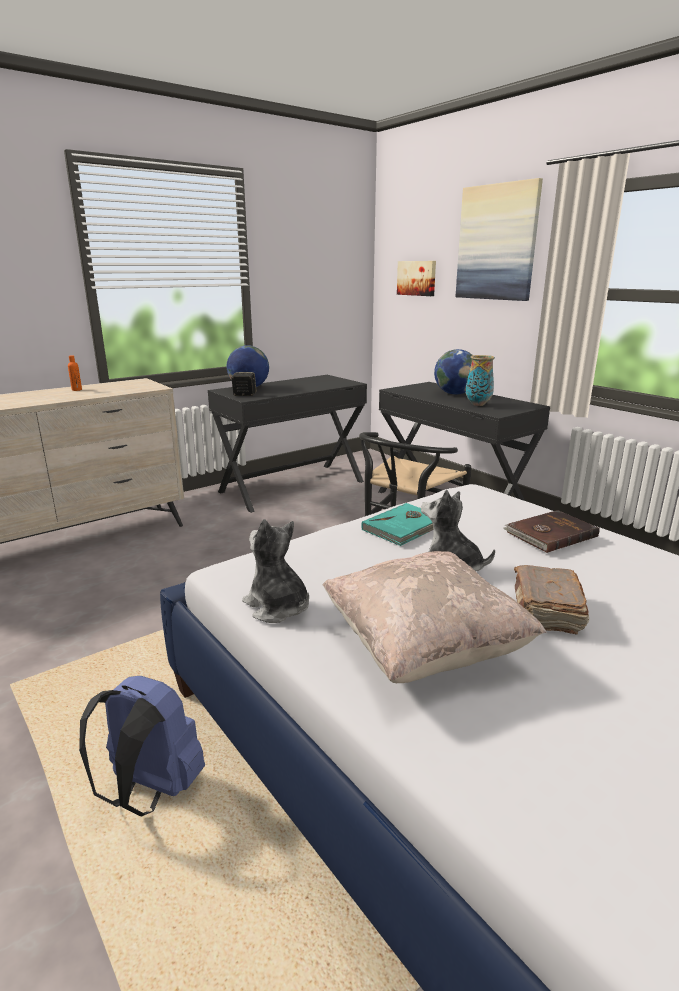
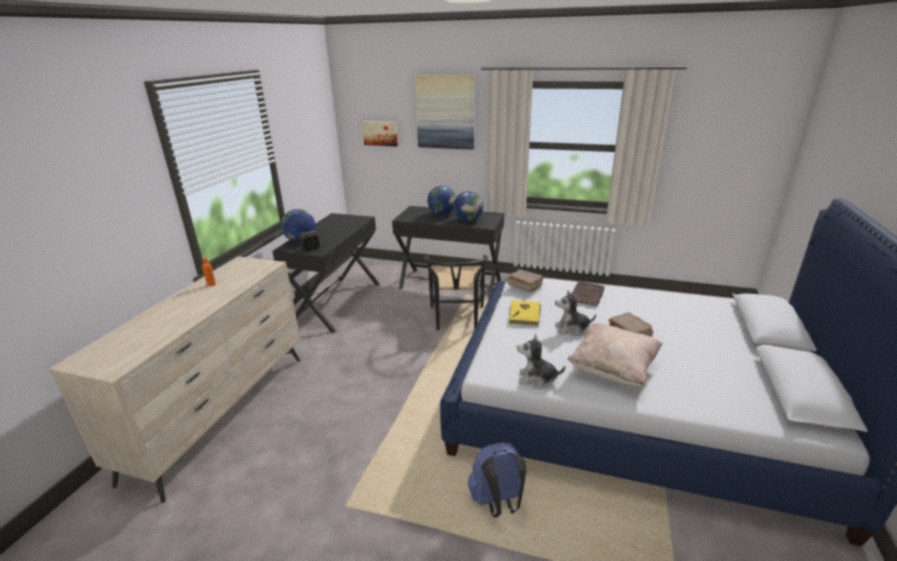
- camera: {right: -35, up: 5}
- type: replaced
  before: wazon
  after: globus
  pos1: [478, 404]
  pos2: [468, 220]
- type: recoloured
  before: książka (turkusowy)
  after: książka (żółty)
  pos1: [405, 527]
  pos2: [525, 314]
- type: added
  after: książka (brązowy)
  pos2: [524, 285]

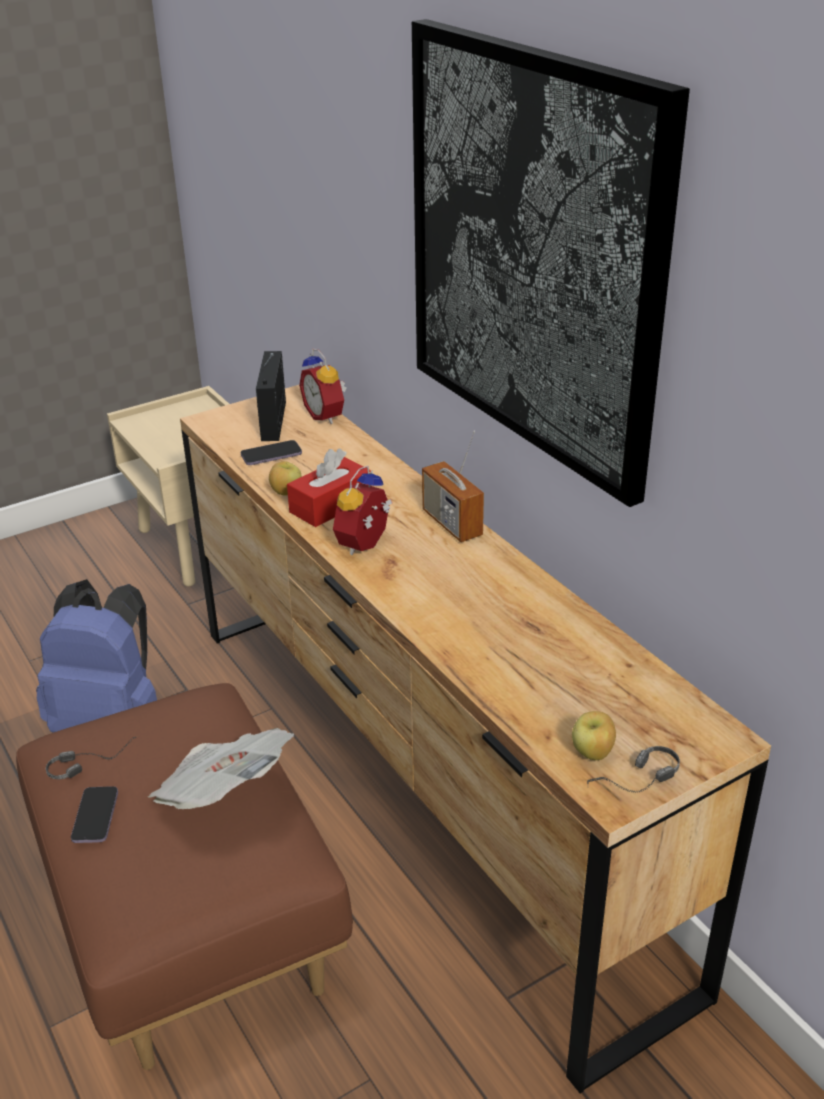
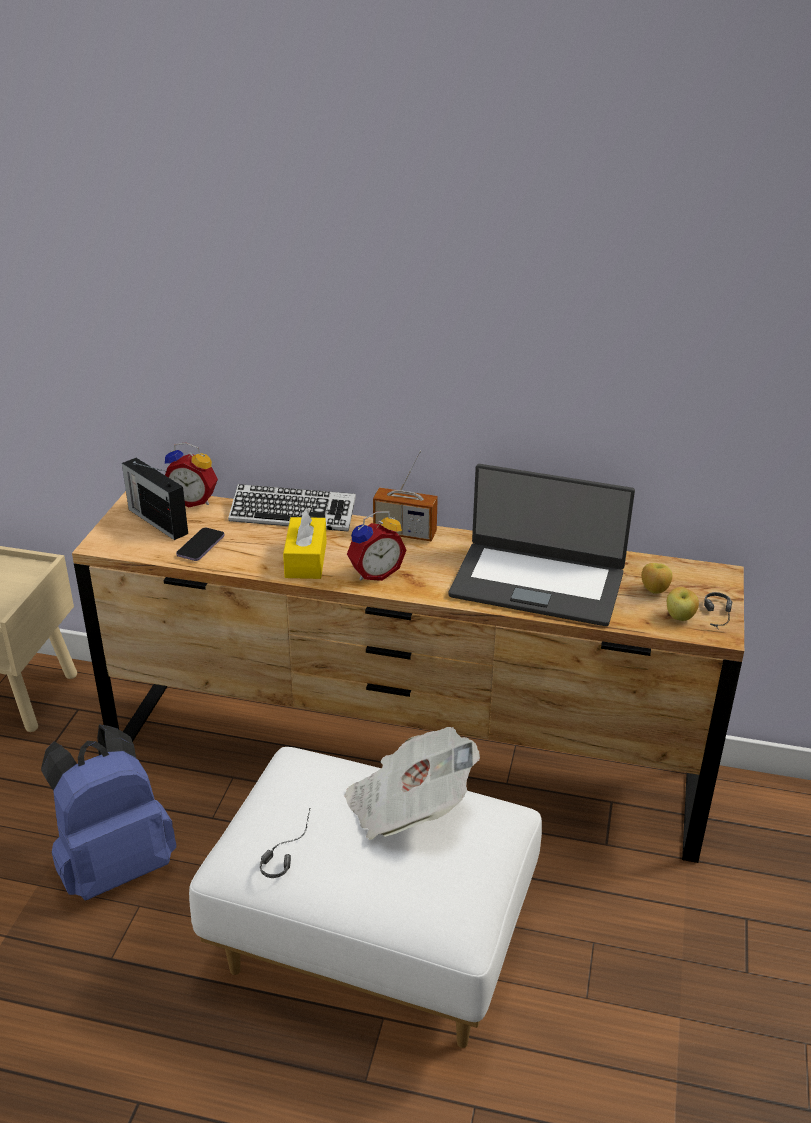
- camera: {right: -45, up: 0}
- type: removed
  before: obraz
  pos1: [533, 254]
- type: recoloured
  before: pudełko chusteczek (czerwony)
  after: pudełko chusteczek (żółty)
  pos1: [331, 505]
  pos2: [306, 559]
- type: moved
  before: jabłko
  pos1: [286, 493]
  pos2: [654, 590]
- type: turned
  before: budzik
  pos1: [367, 545]
  pos2: [374, 573]
  turn: -105
- type: recoloured
  before: pufa (brązowy)
  after: pufa (biały)
  pos1: [188, 924]
  pos2: [370, 948]
- type: removed
  before: telefon
  pos1: [95, 816]
- type: added
  after: laptop
  pos2: [537, 583]
- type: added
  after: klawiatura
  pos2: [293, 515]

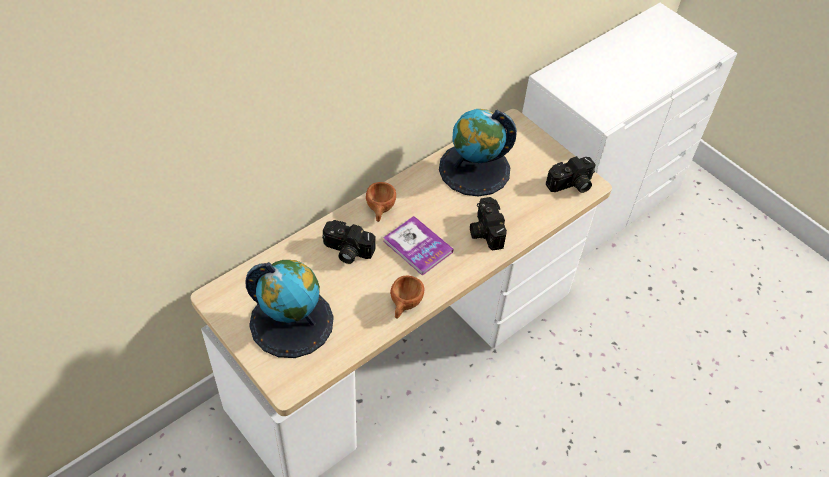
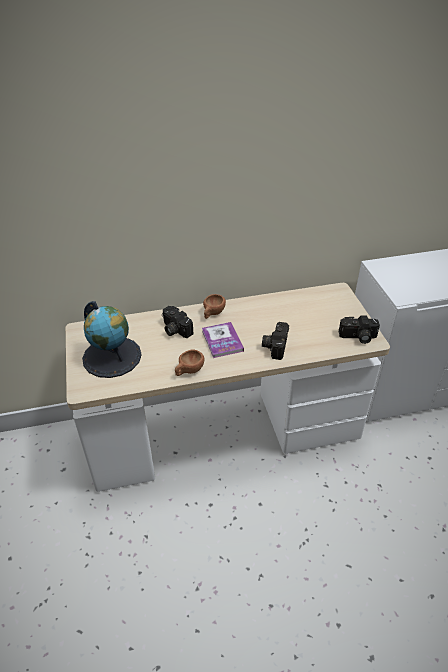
- camera: {right: 30, up: -10}
- type: removed
  before: globus
  pos1: [474, 169]

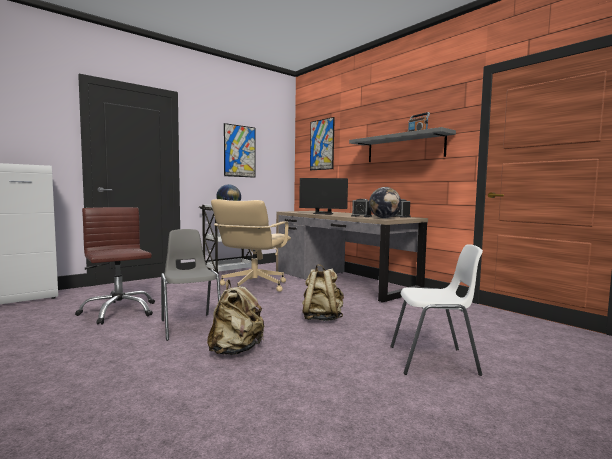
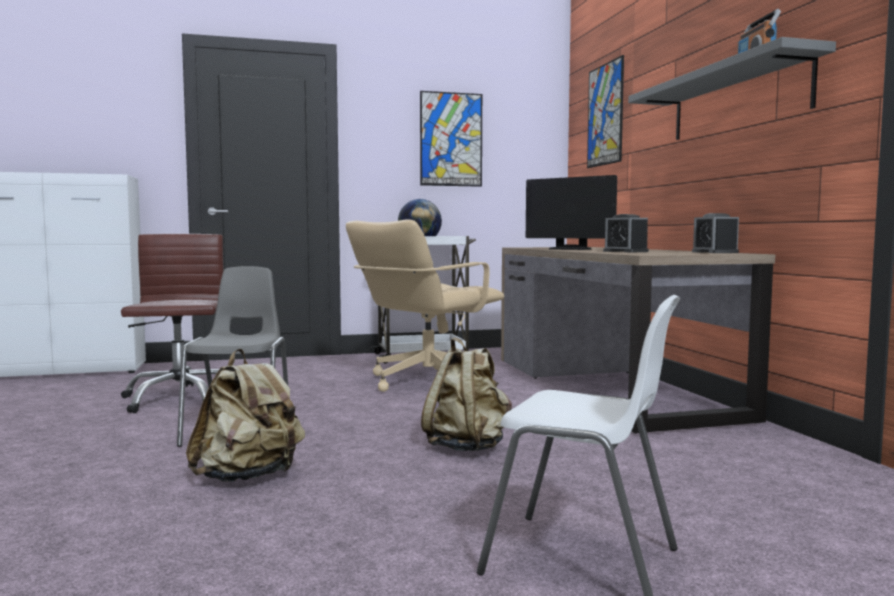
- camera: {right: 25, up: 0}
- type: removed
  before: globus
  pos1: [384, 218]

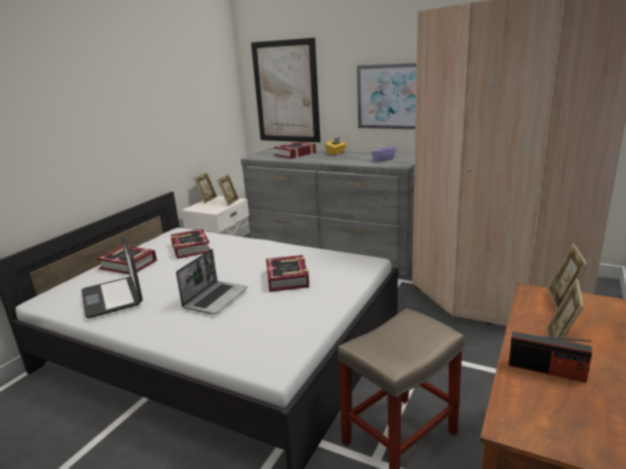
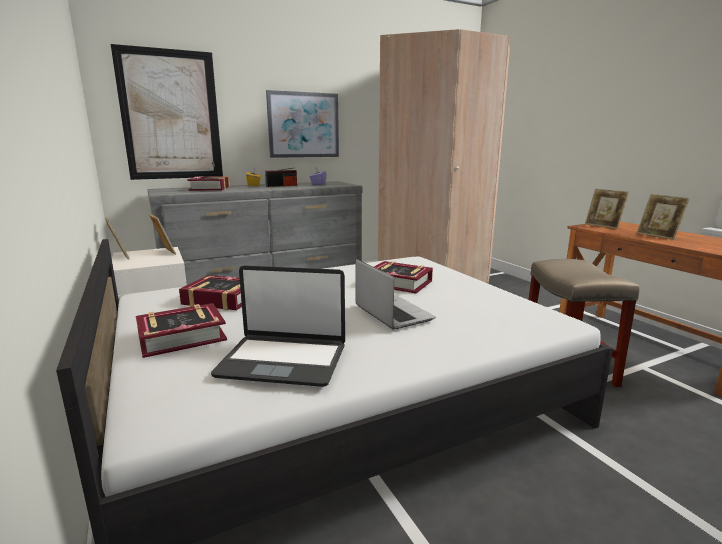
- camera: {right: -55, up: -5}
- type: moved
  before: radio
  pos1: [546, 370]
  pos2: [281, 186]

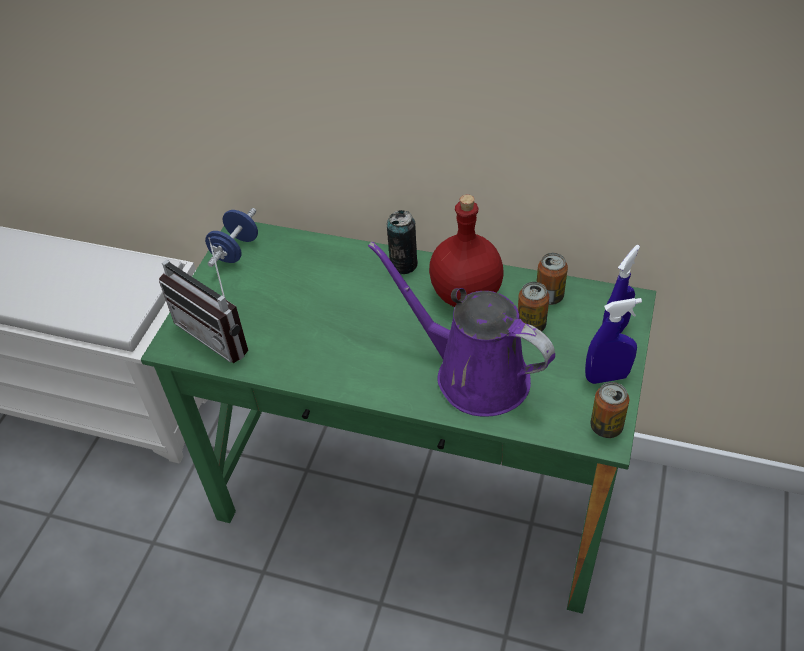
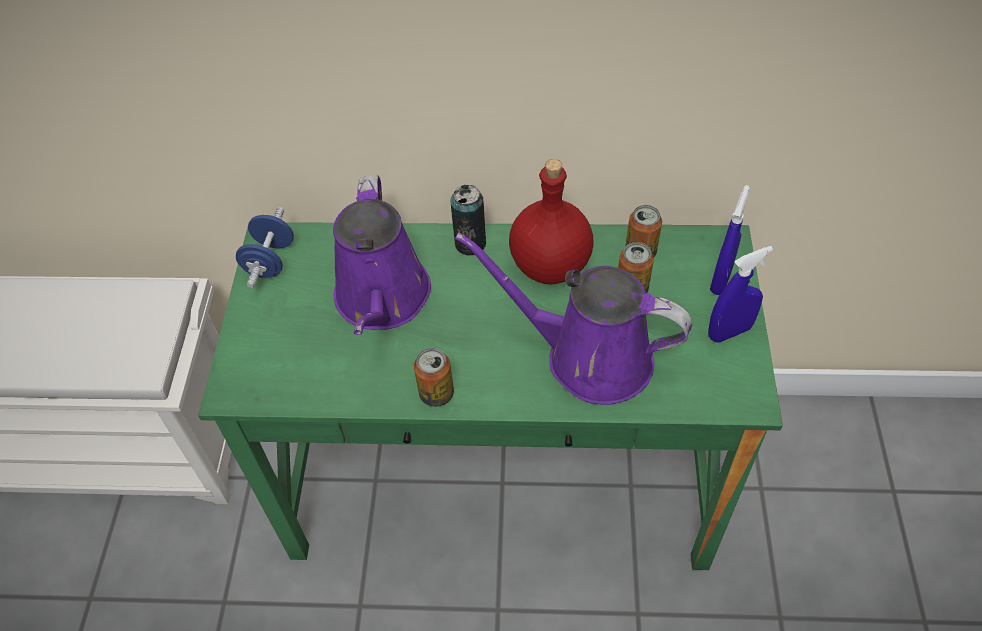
- camera: {right: -15, up: 5}
- type: removed
  before: radio
  pos1: [220, 332]
- type: moved
  before: puszka
  pos1: [606, 427]
  pos2: [436, 394]
- type: added
  after: konewka (fioletowy)
  pos2: [382, 300]

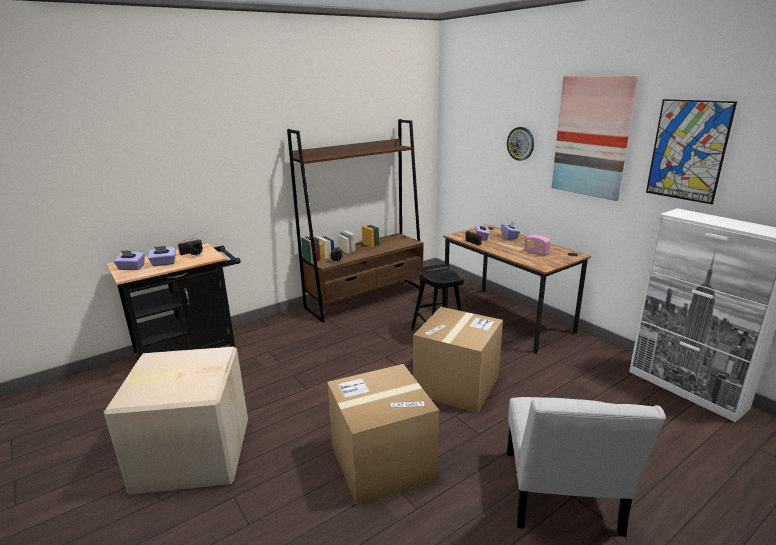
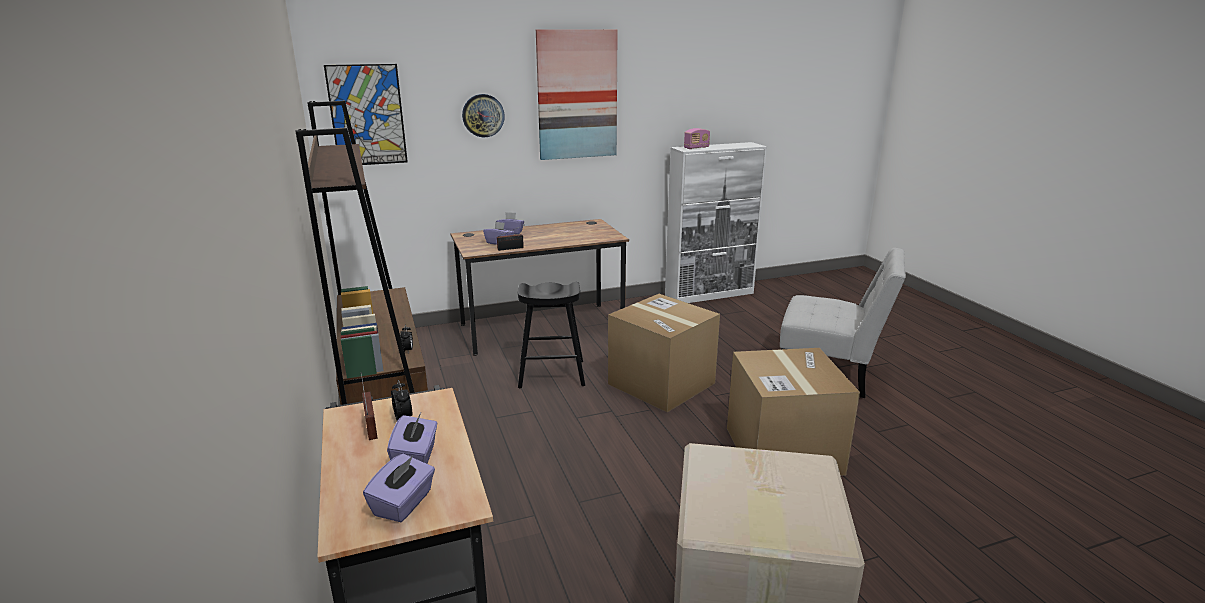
- camera: {right: -75, up: 0}
- type: moved
  before: obraz
  pos1: [688, 150]
  pos2: [367, 115]
- type: moved
  before: radio
  pos1: [536, 253]
  pos2: [696, 148]

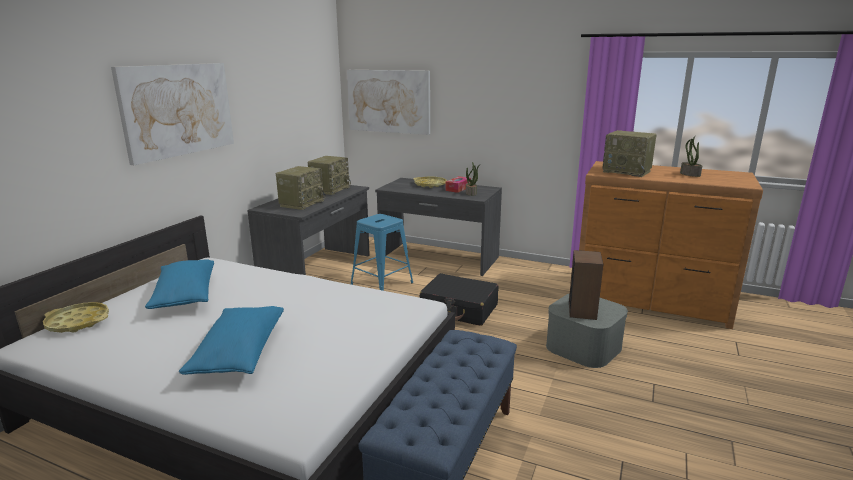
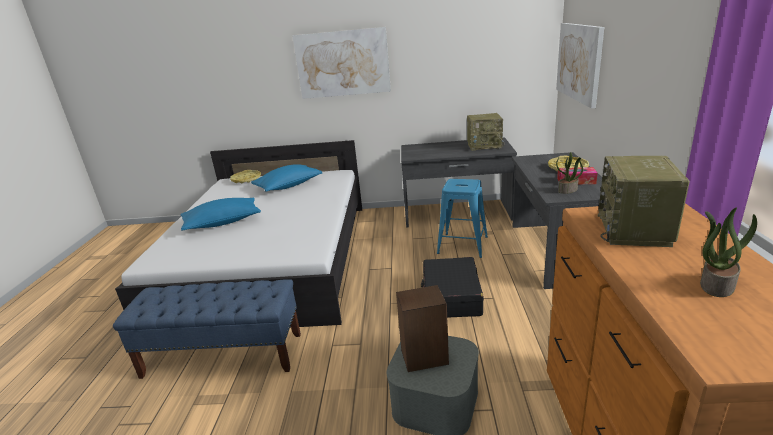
- camera: {right: 70, up: 5}
- type: removed
  before: radio
  pos1: [301, 203]

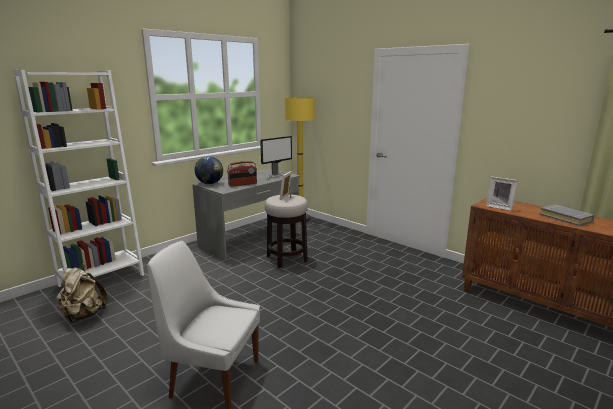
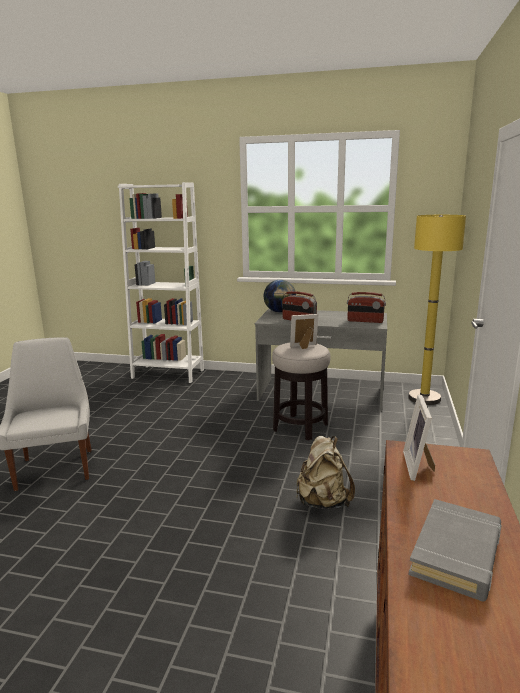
- camera: {right: 60, up: 0}
- type: replaced
  before: monitor
  after: radio
  pos1: [276, 174]
  pos2: [365, 321]
- type: moved
  before: plecak (beżowy)
  pos1: [83, 316]
  pos2: [323, 502]

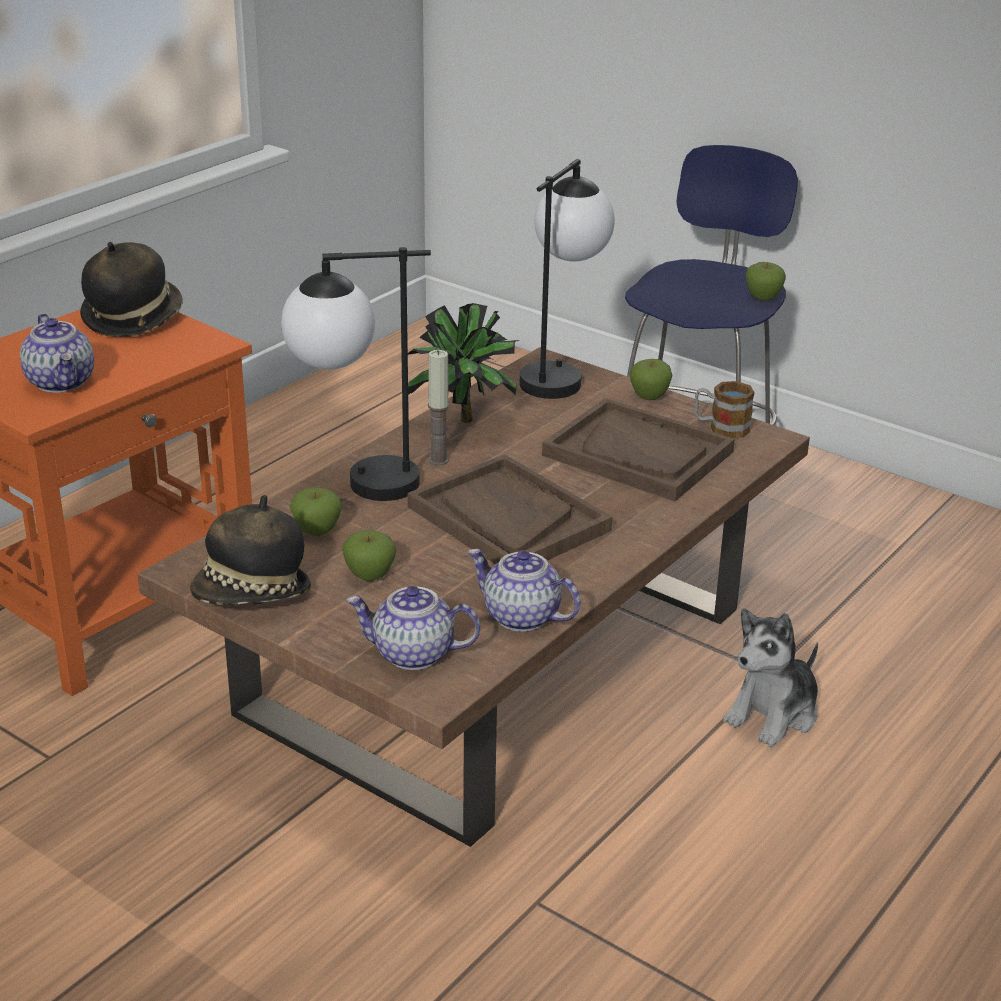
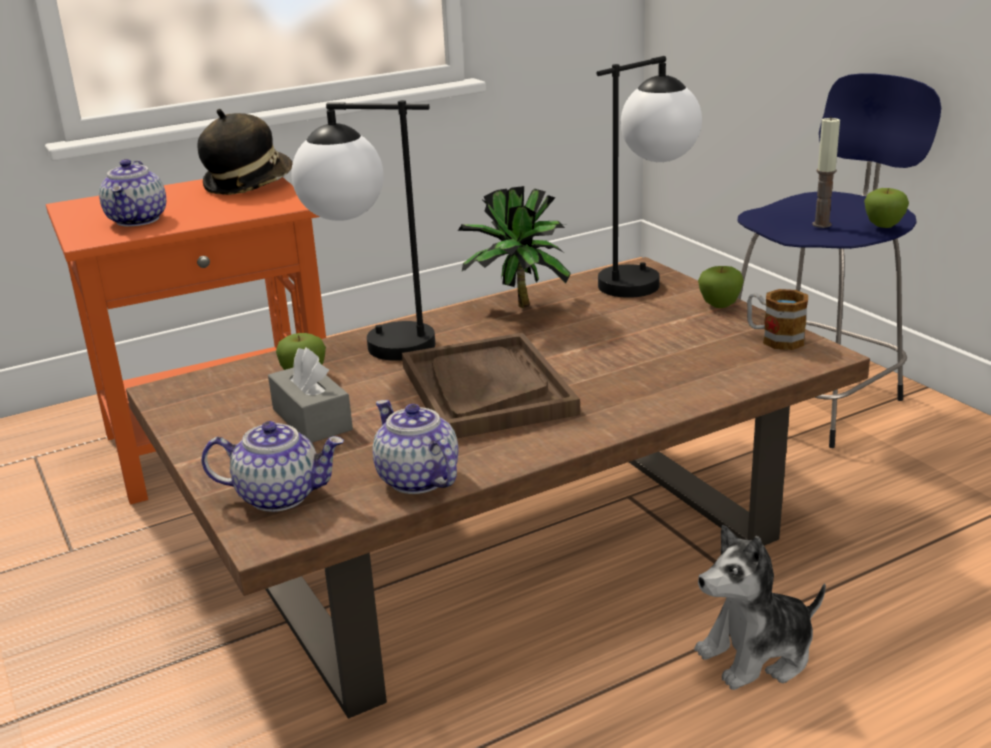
- camera: {right: 25, up: -5}
- type: moved
  before: świeca
  pos1: [438, 460]
  pos2: [821, 224]
- type: removed
  before: taca (brązowy)
  pos1: [638, 454]
- type: removed
  before: kapelusz
  pos1: [252, 596]
- type: replaced
  before: jabłko
  after: pudełko chusteczek (szary)
  pos1: [369, 575]
  pos2: [312, 419]
- type: turned
  before: imbryk
  pos1: [412, 654]
  pos2: [280, 495]
  turn: 150

